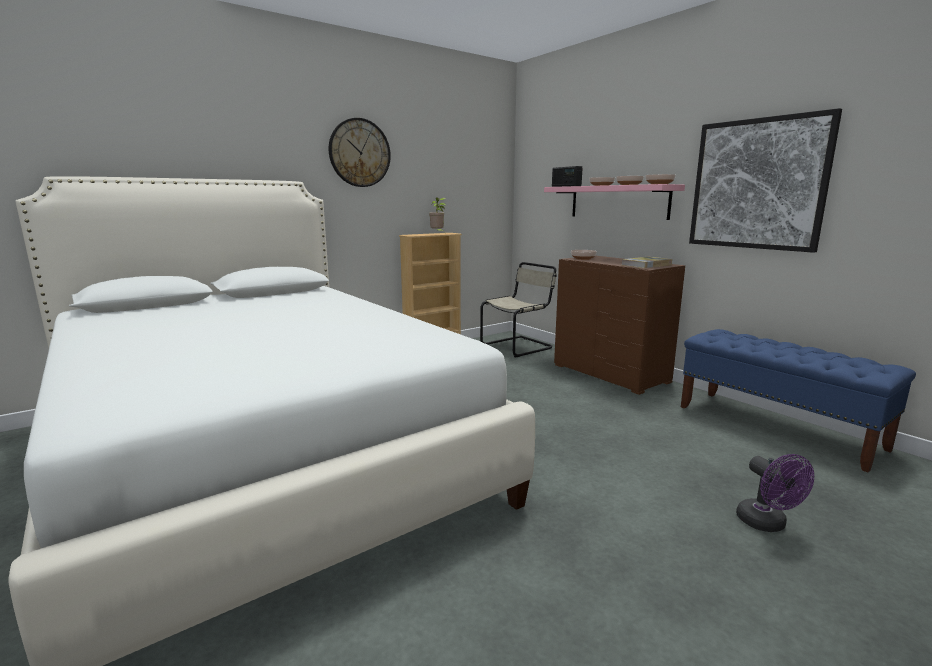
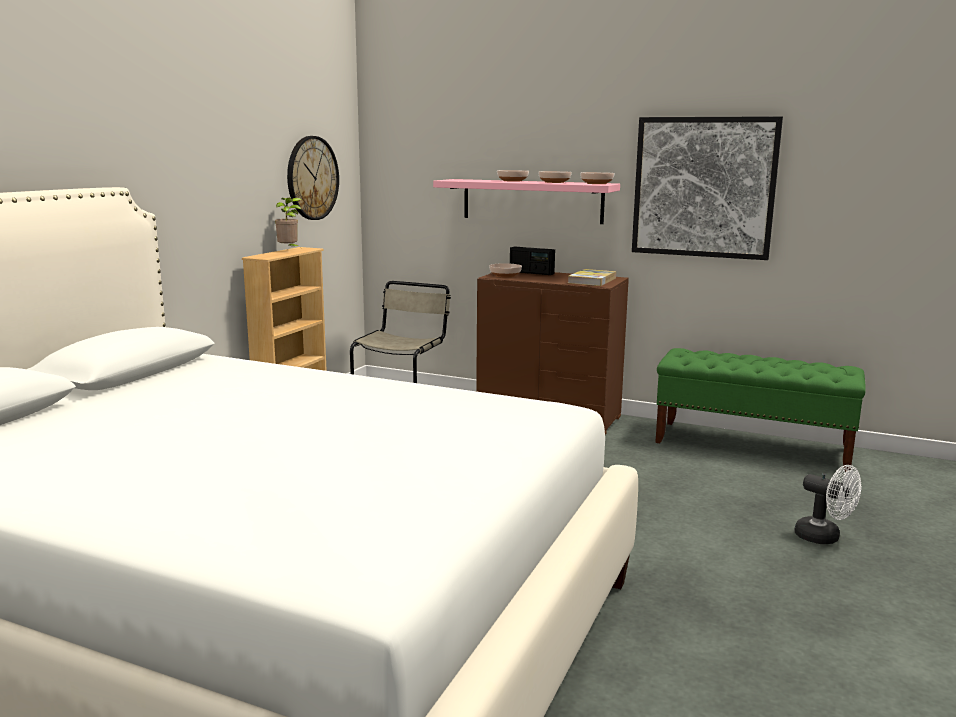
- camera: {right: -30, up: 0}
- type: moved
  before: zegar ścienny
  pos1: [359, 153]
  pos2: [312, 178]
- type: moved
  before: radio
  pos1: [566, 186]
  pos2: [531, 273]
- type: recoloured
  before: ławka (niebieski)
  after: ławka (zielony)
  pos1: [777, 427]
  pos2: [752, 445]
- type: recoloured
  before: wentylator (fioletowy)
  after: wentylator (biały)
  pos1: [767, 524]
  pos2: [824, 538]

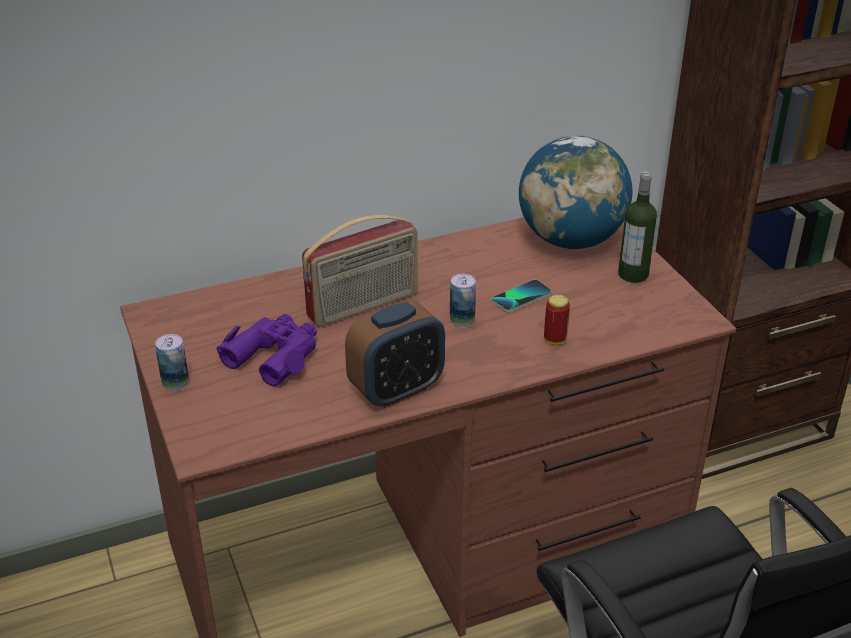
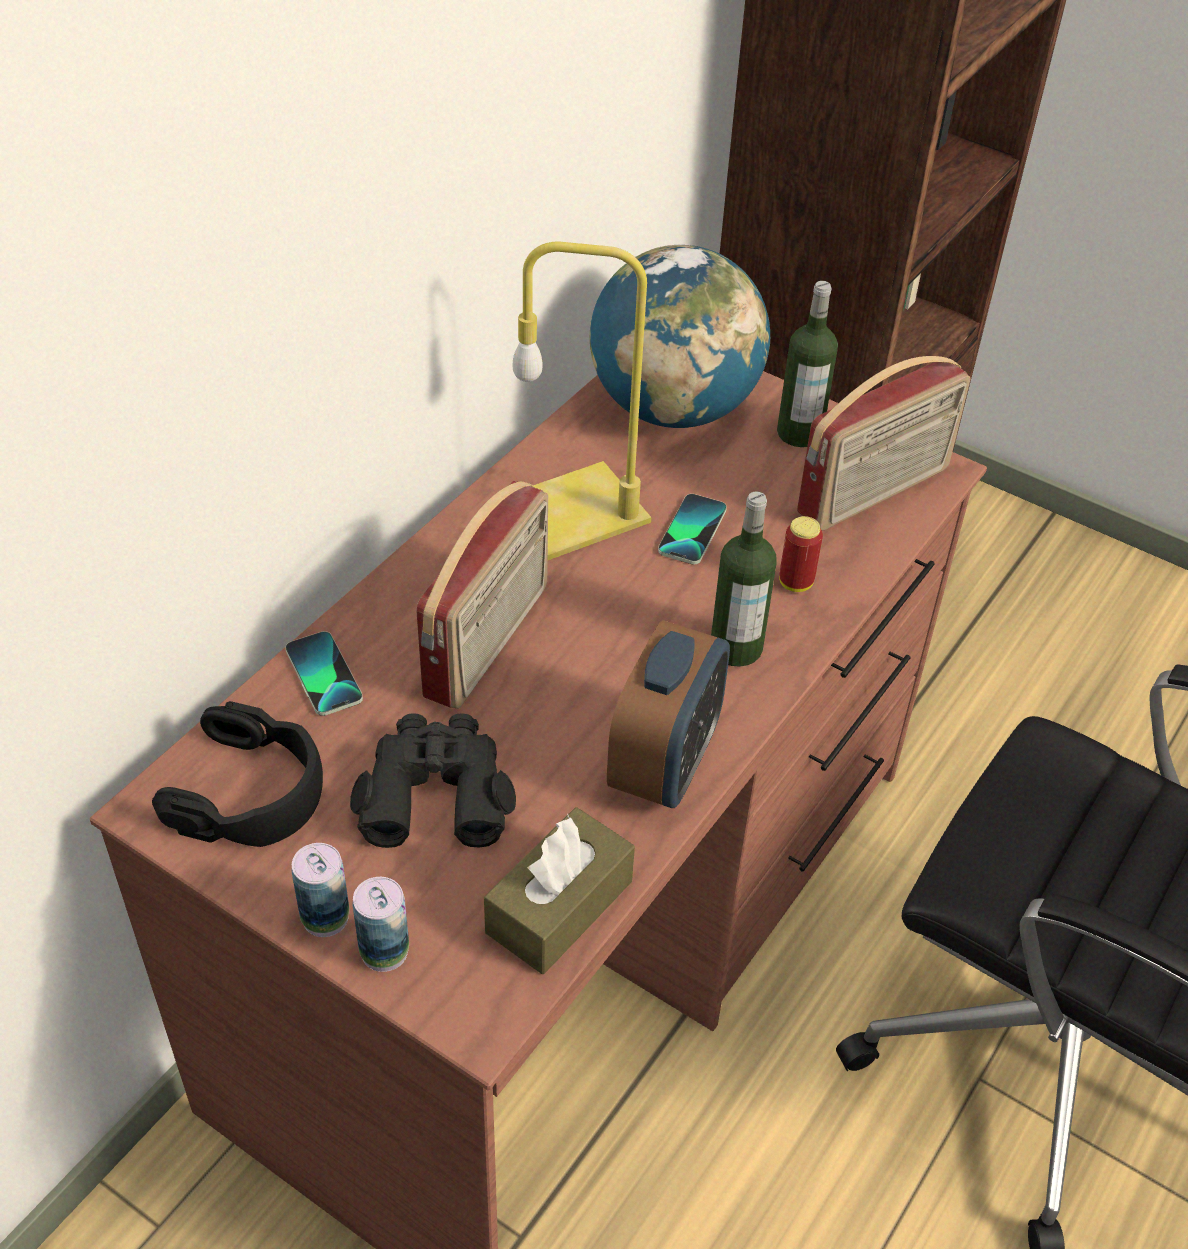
- camera: {right: -35, up: 10}
- type: moved
  before: puszka
  pos1: [462, 320]
  pos2: [384, 951]
- type: recoloured
  before: lornetka (fioletowy)
  after: lornetka (czarny)
  pos1: [274, 355]
  pos2: [435, 791]
- type: added
  after: lampa stołowa (żółty)
  pos2: [578, 509]
- type: added
  after: radio
  pos2: [875, 493]
- type: added
  after: butelka
  pos2: [736, 648]
- type: added
  after: telefon
  pos2: [323, 675]
- type: added
  after: słuchawki (czarny)
  pos2: [250, 792]
- type: added
  after: pudełko chusteczek (brązowy)
  pos2: [559, 907]

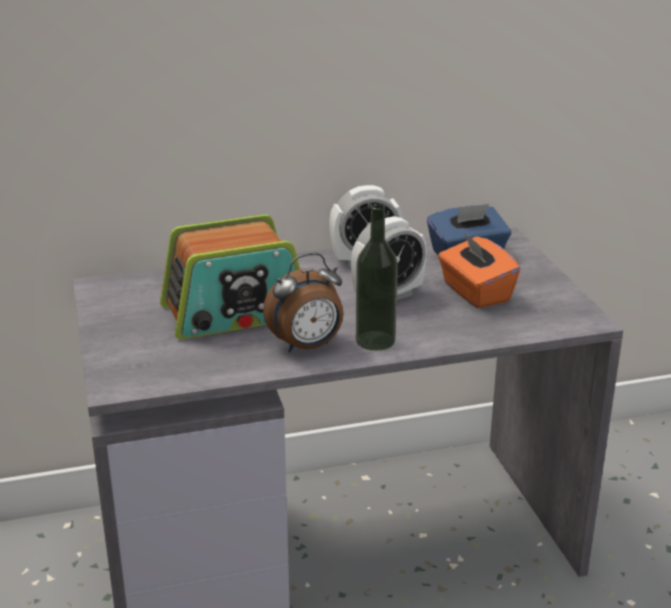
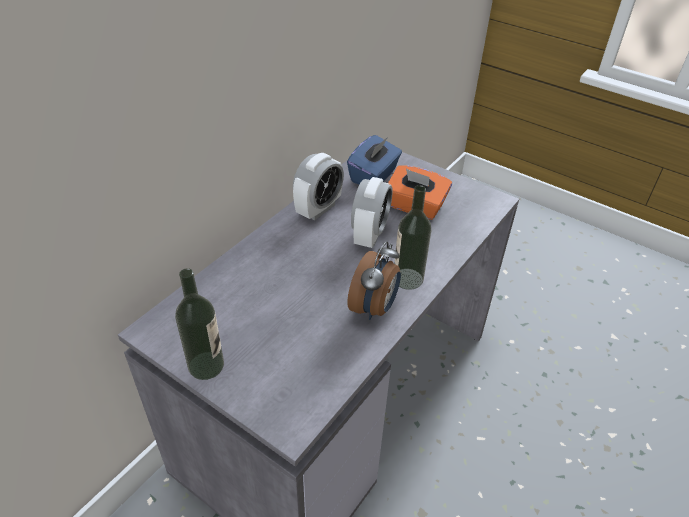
- camera: {right: -40, up: 15}
- type: removed
  before: radio
  pos1: [235, 312]
- type: added
  after: butelka
  pos2: [206, 365]

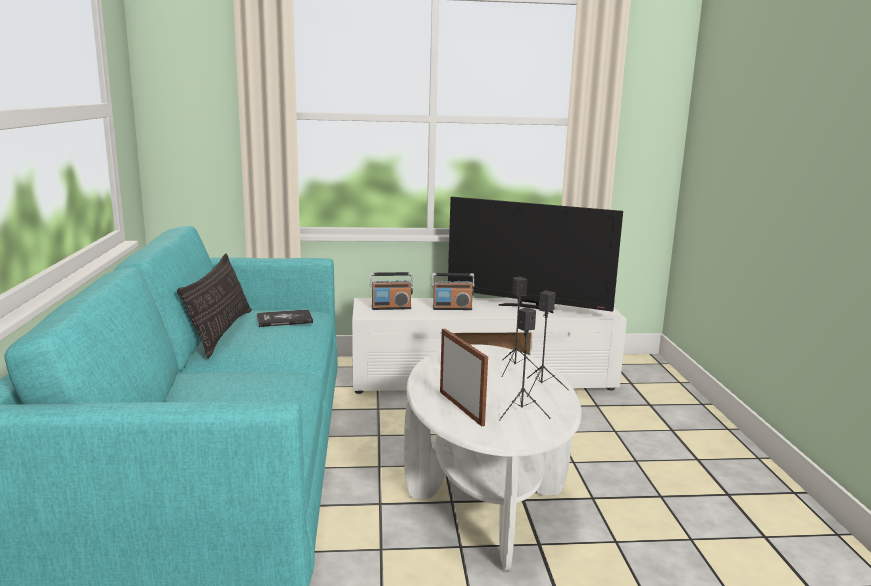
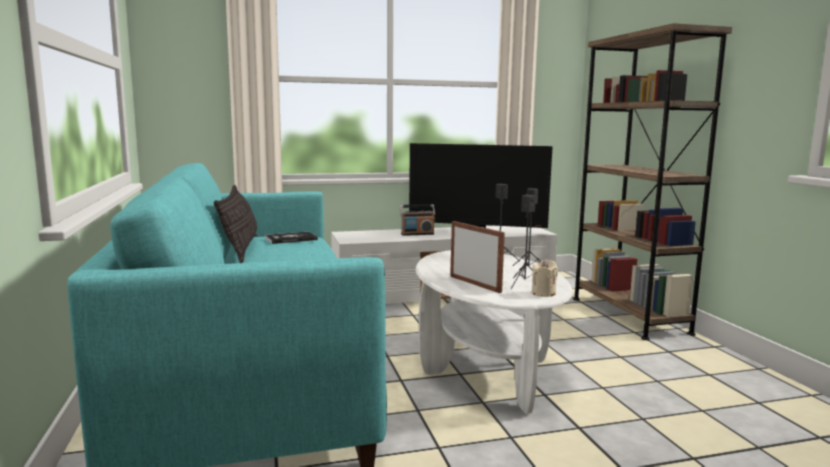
- camera: {right: -10, up: -5}
- type: removed
  before: radio
  pos1: [391, 308]
- type: added
  after: regał (brązowy)
  pos2: [629, 315]
- type: added
  after: świeca (beżowy)
  pos2: [543, 293]

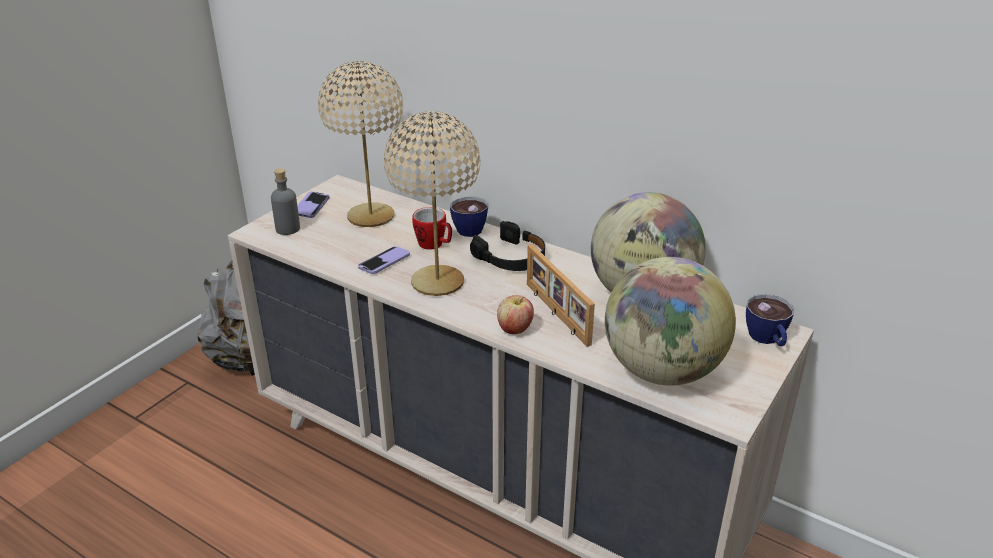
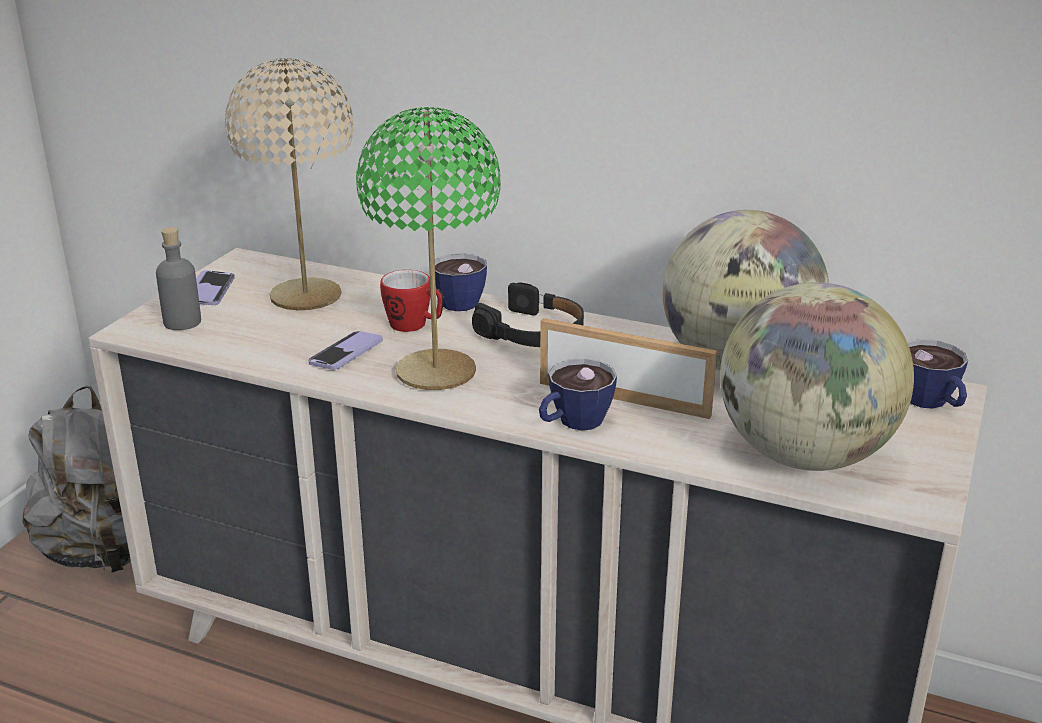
- camera: {right: -10, up: -5}
- type: recoloured
  before: lampa stołowa (beżowy)
  after: lampa stołowa (zielony)
  pos1: [436, 282]
  pos2: [434, 372]
- type: turned
  before: ramka na zdjęcie
  pos1: [555, 314]
  pos2: [624, 398]
  turn: 150
- type: replaced
  before: jabłko
  after: filiżanka
  pos1: [515, 329]
  pos2: [573, 423]

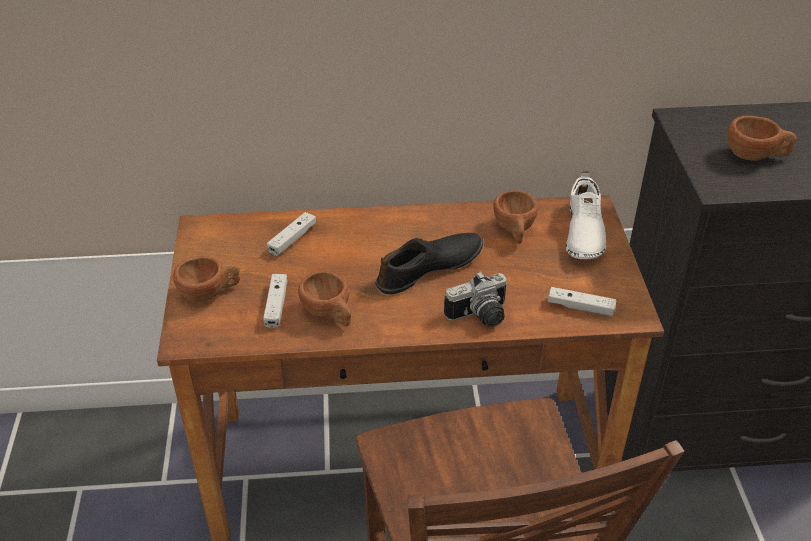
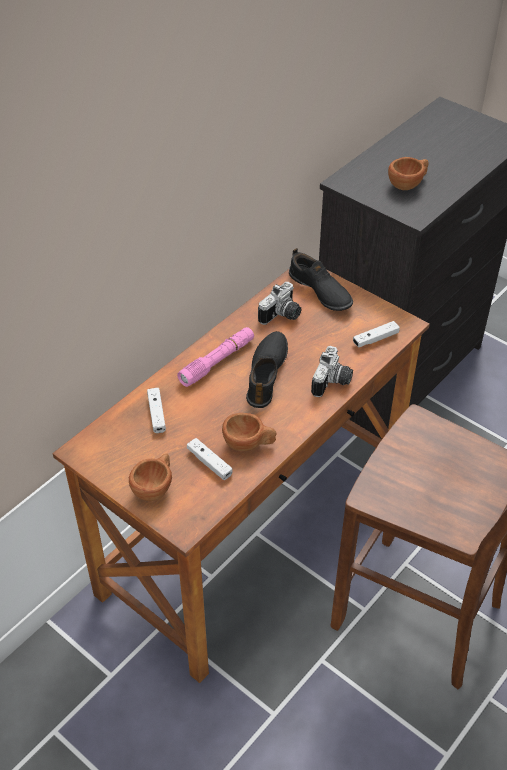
- camera: {right: -45, up: 5}
- type: recoloured
  before: but (biały)
  after: but (czarny)
  pos1: [582, 232]
  pos2: [320, 291]
- type: replaced
  before: filiżanka (brązowy)
  after: aparat fotograficzny
  pos1: [514, 231]
  pos2: [282, 316]
- type: added
  after: latarka (różowy)
  pos2: [217, 362]

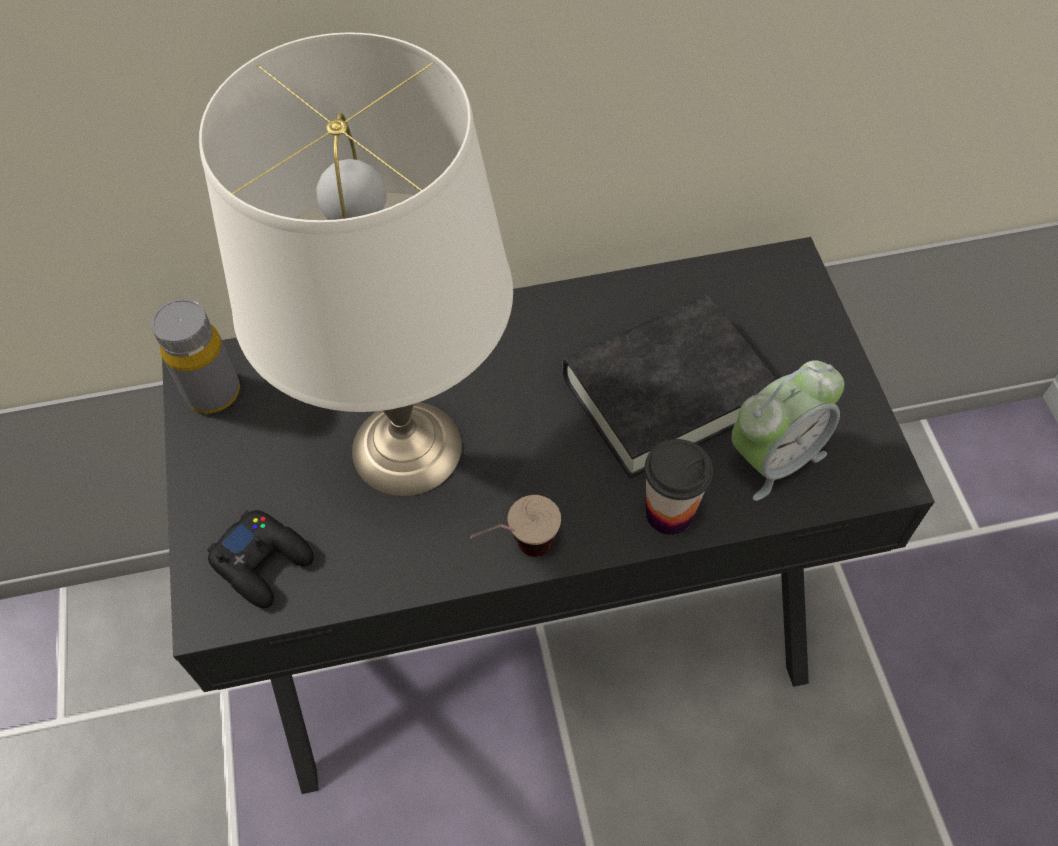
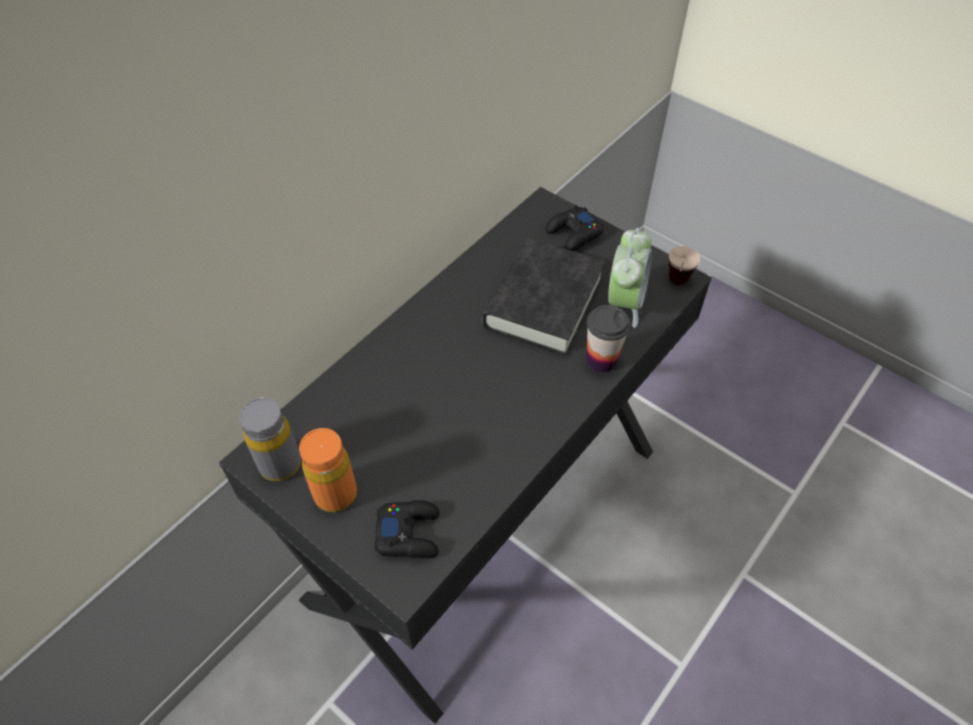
- camera: {right: -40, up: -5}
- type: removed
  before: lampa stołowa (biały)
  pos1: [405, 446]
- type: moved
  before: filiżanka
  pos1: [516, 552]
  pos2: [676, 287]
- type: added
  after: pad do gier (czarny)
  pos2: [574, 234]
- type: added
  after: butelka (pomarańczowy)
  pos2: [335, 494]

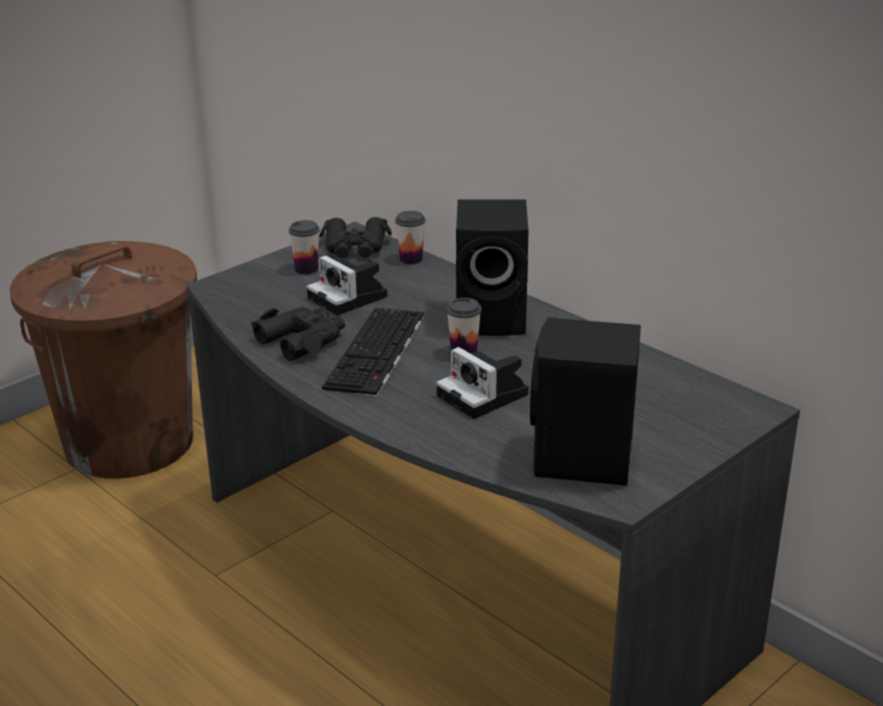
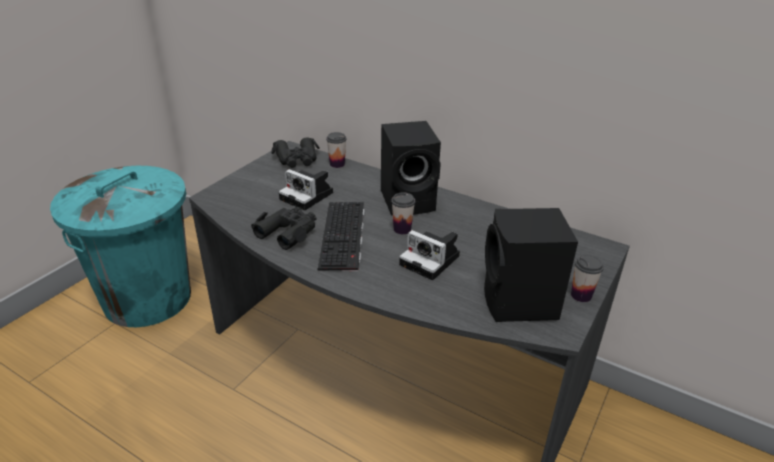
- camera: {right: -15, up: 5}
- type: moved
  before: filiżanka
  pos1: [306, 269]
  pos2: [581, 295]
- type: recoloured
  before: kosz na śmieci (brązowy)
  after: kosz na śmieci (turkusowy)
  pos1: [130, 442]
  pos2: [148, 298]

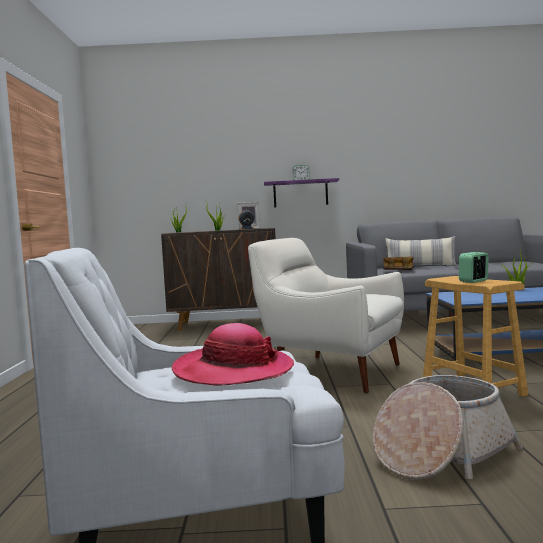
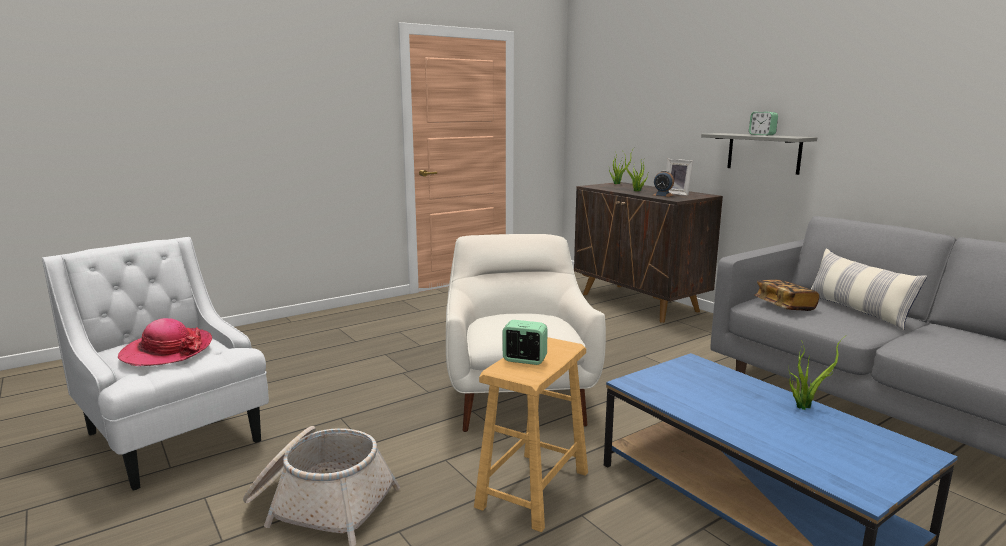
- camera: {right: 55, up: 10}
- type: recoloured
  before: półka (fioletowy)
  after: półka (szary)
  pos1: [300, 193]
  pos2: [763, 153]

